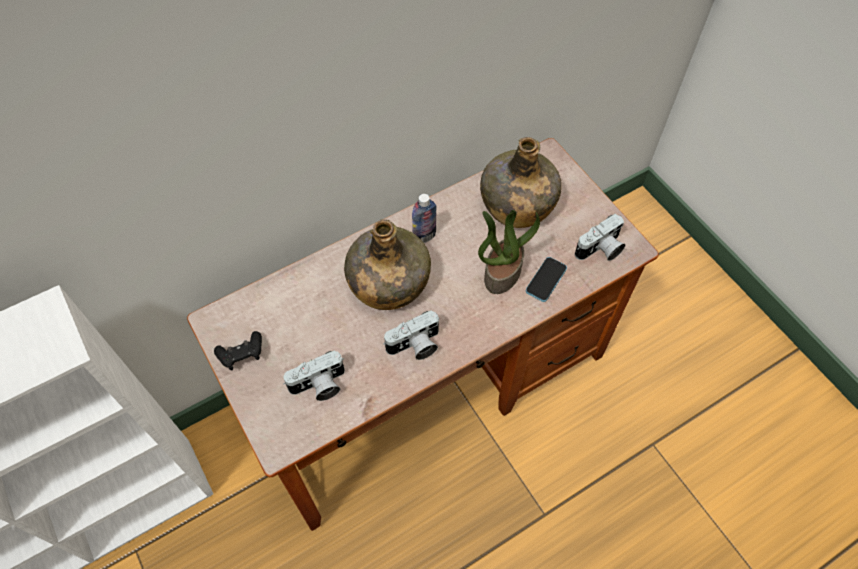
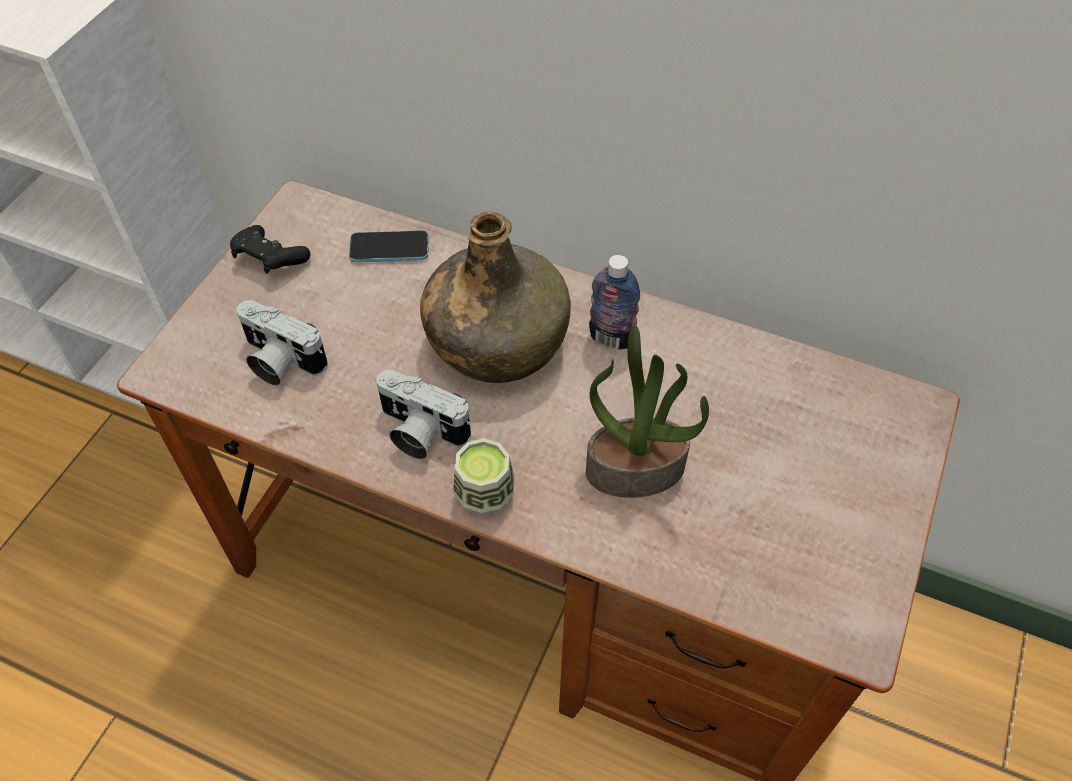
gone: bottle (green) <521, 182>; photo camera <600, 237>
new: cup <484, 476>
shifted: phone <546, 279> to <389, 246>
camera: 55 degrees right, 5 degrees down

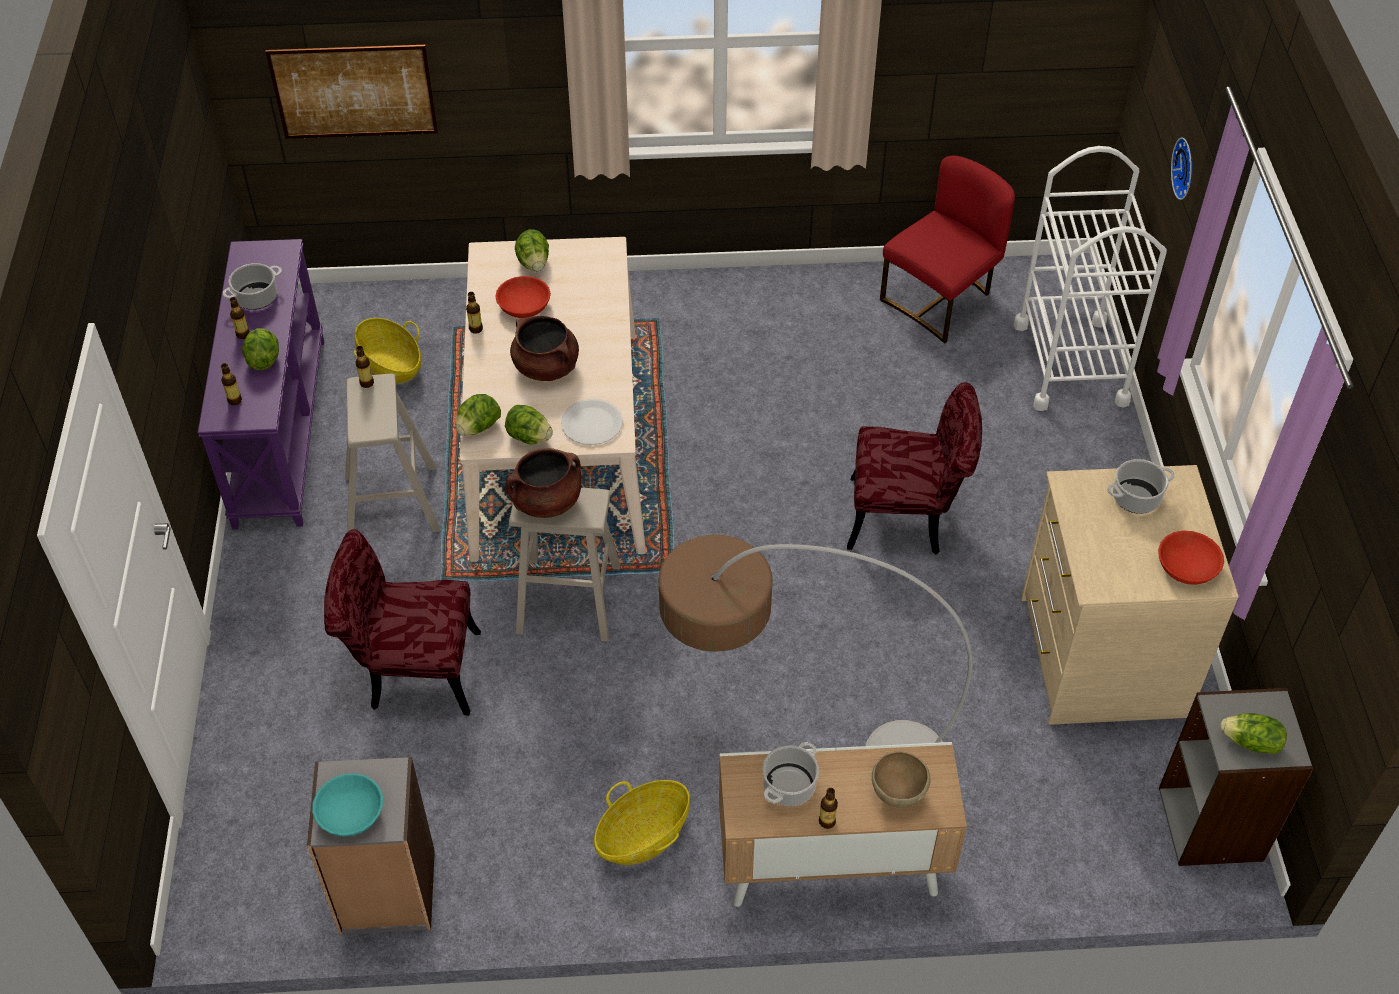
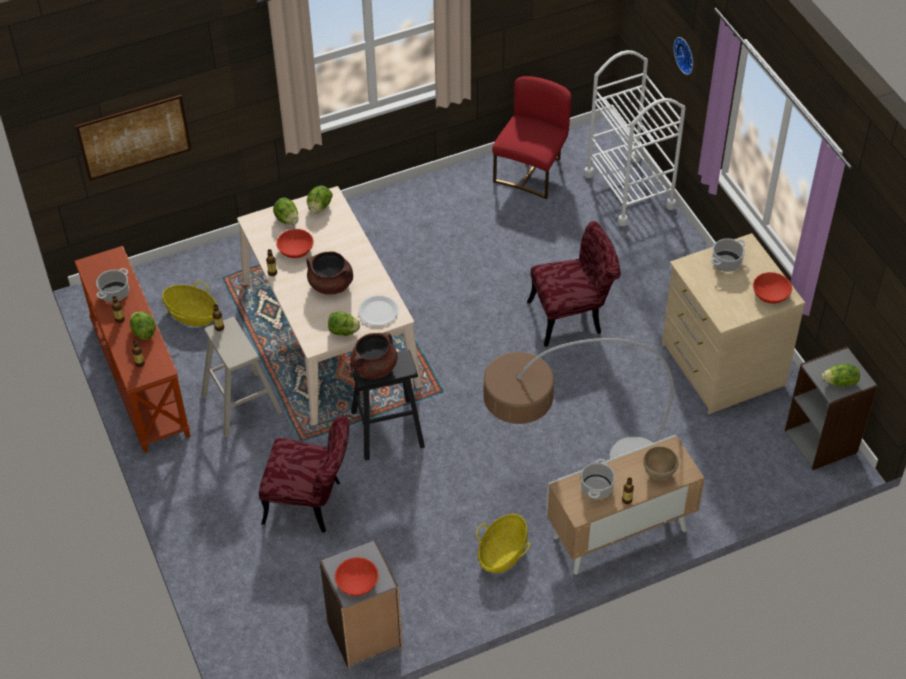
shifted: lettuce <478, 415> to <320, 200>
repainted: console table (purple) <261, 384> to console table (brown) <132, 349>; bowl (turquoise) <347, 805> to bowl (red) <357, 576>; stool (beige) <564, 564> to stool (black) <387, 405>
rotated: chair (red) <402, 622> = <304, 474> 150 degrees counterclockwise
camera: 20 degrees left, 0 degrees up

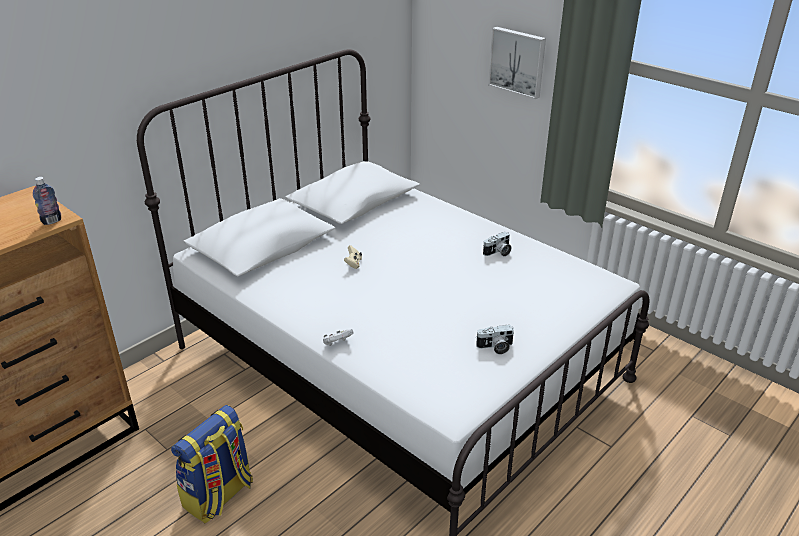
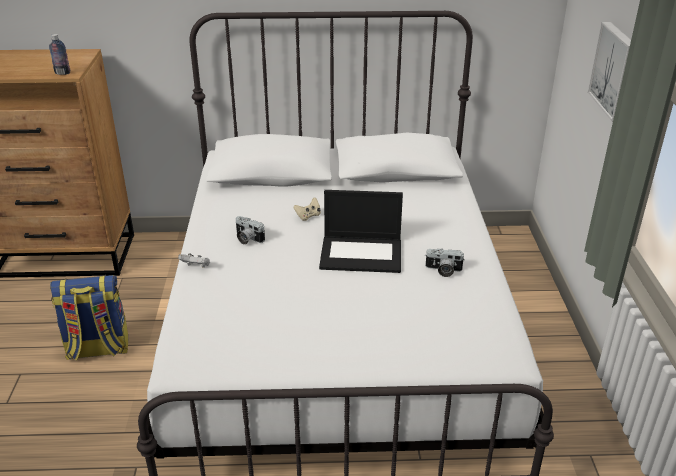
new: laptop <361, 231>
shifted: photo camera <495, 339> to <250, 230>
camera: 45 degrees right, 0 degrees up

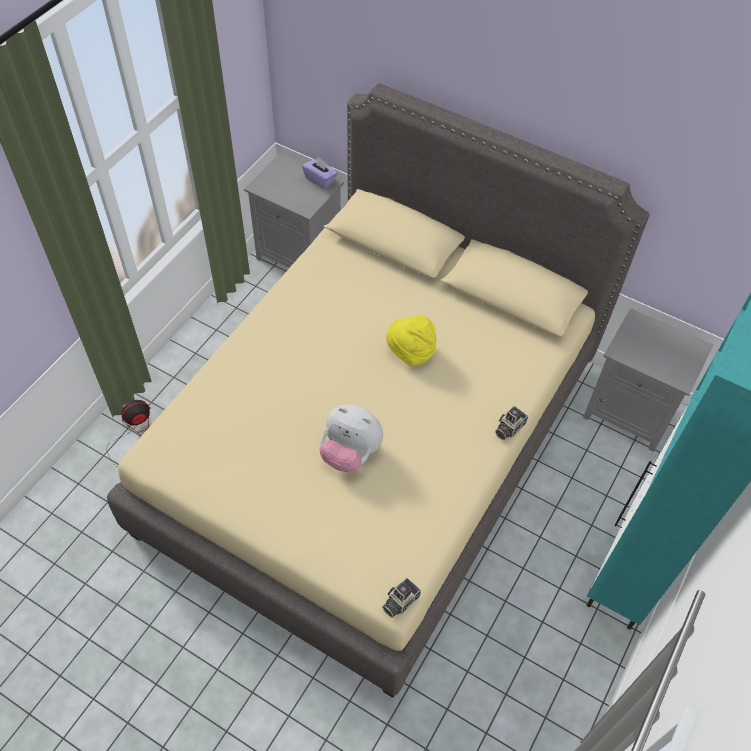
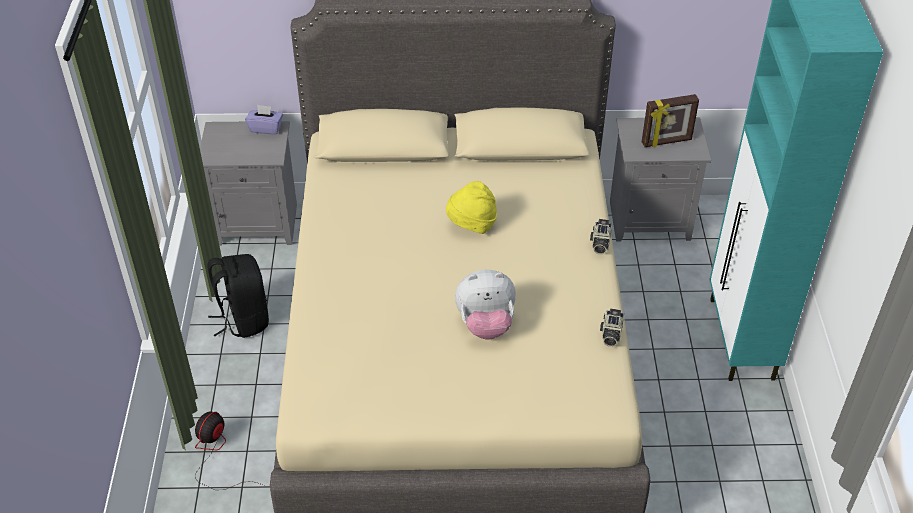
new: backpack (black) <238, 296>; picture frame <670, 120>
shifted: photo camera <401, 598> to <612, 327>
camera: 30 degrees left, 10 degrees down

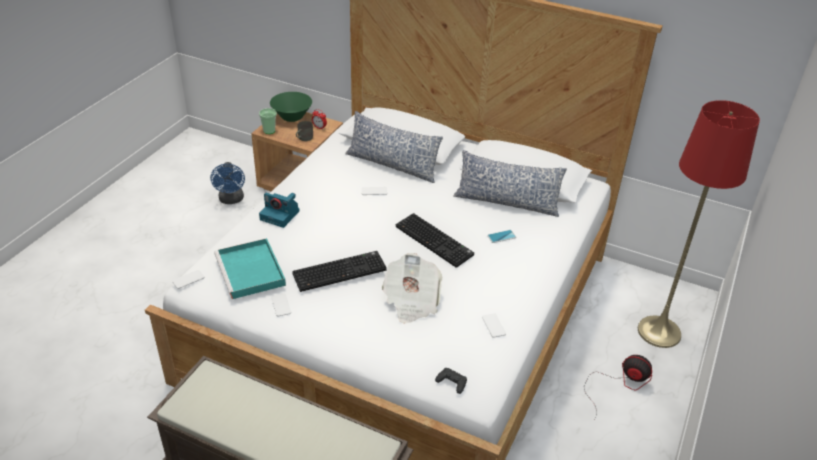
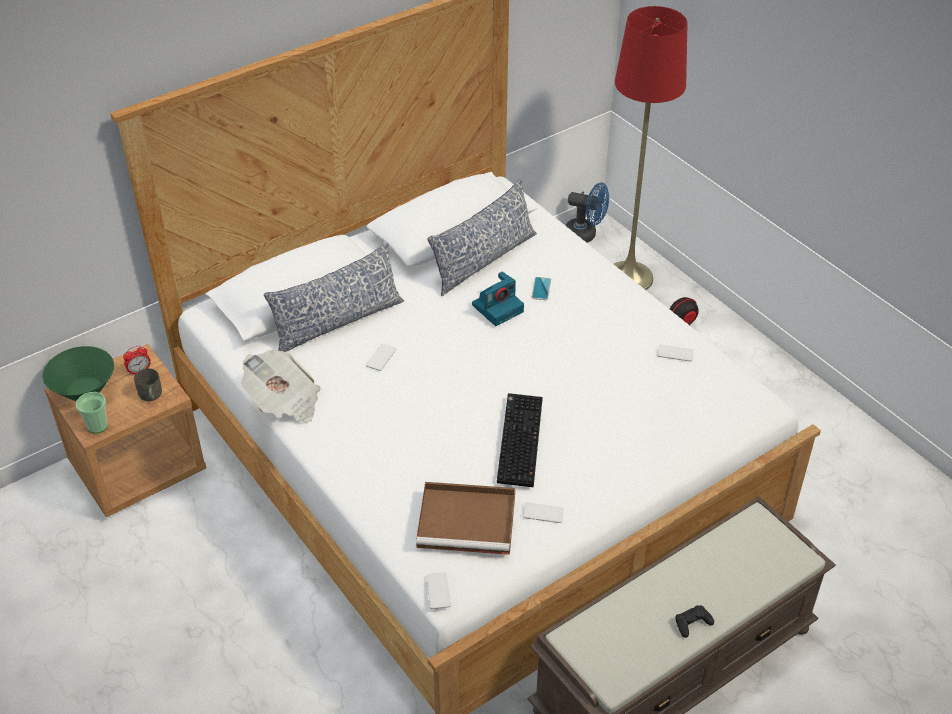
gone: keyboard <435, 240>
shifted: fan (blue) <227, 183> to <587, 213>; photo camera <279, 210> to <498, 299>; newspaper <412, 288> to <281, 386>; game controller (black) <451, 381> to <694, 621>
repainted: tray (turquoise) <250, 268> to tray (brown) <465, 518>
camera: 60 degrees left, 5 degrees up

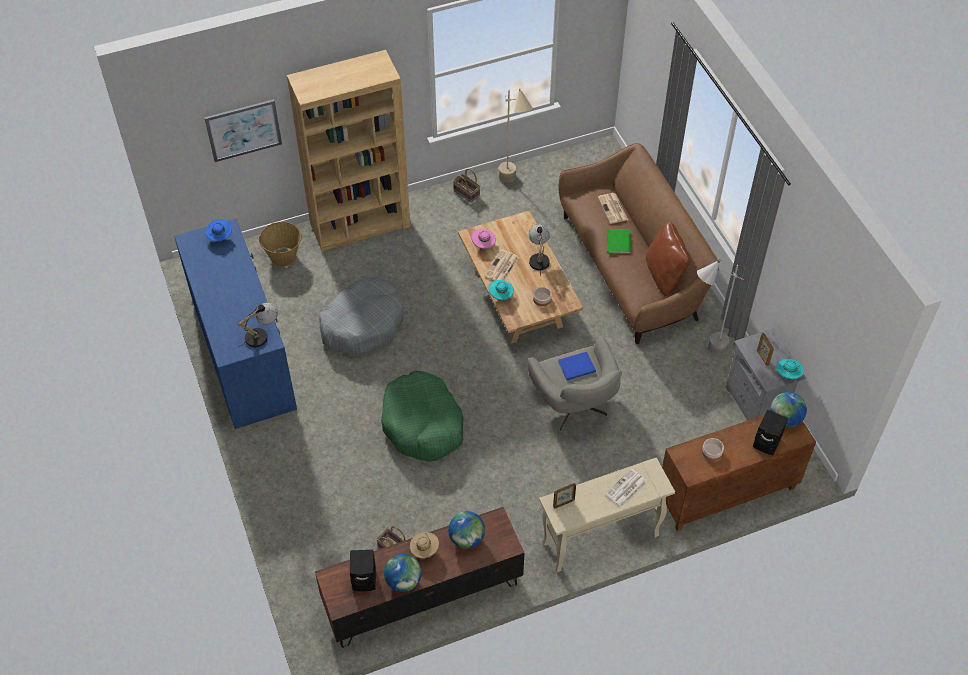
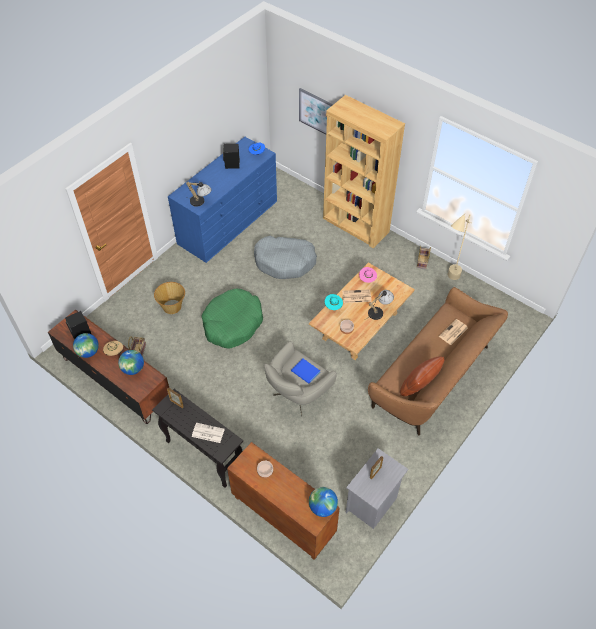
gone: book (green) <619, 241>; floor lamp (grey) <720, 307>; hat (turquoise) <790, 369>
shifted: basket <280, 244> to <169, 298>; speaker (black) <770, 432> to <231, 156>
repainted: console table (beige) <607, 515> to console table (black) <197, 438>
camera: 60 degrees right, 0 degrees up

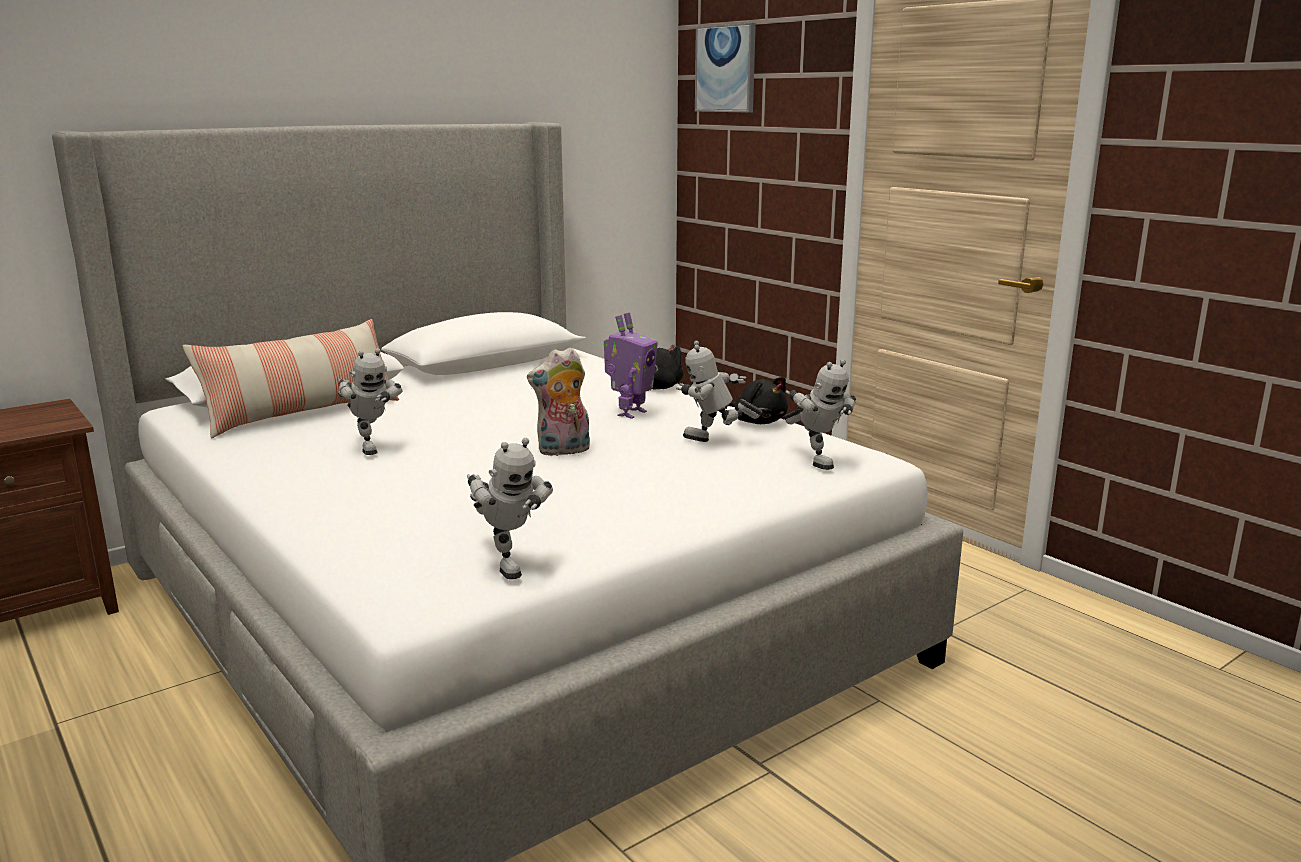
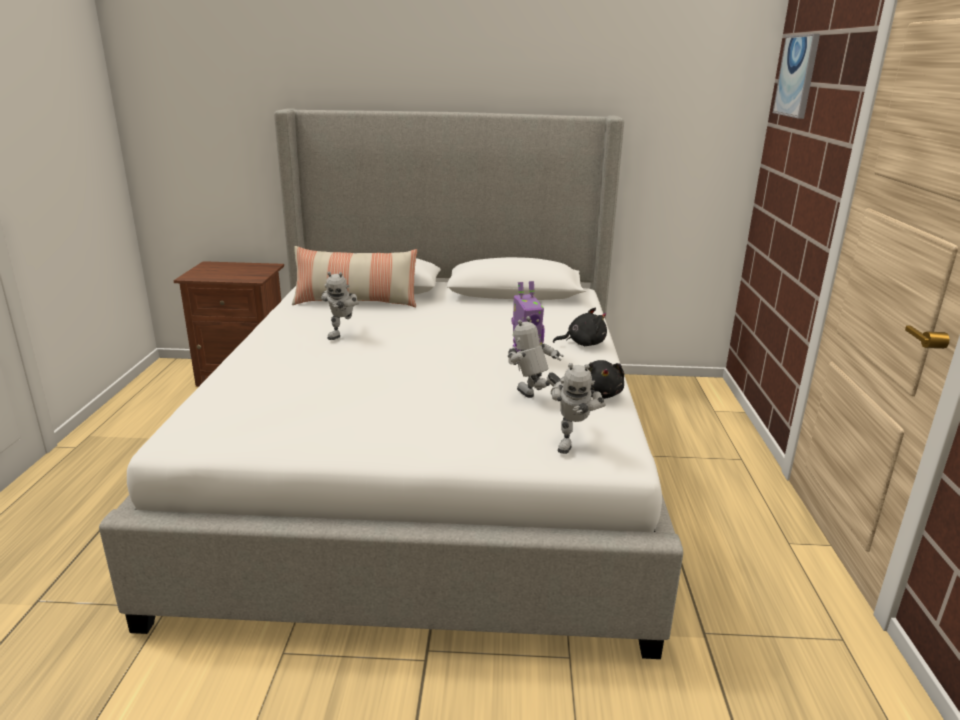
gone: toy robot <510, 508>; plush toy <558, 401>
camera: 40 degrees right, 5 degrees up

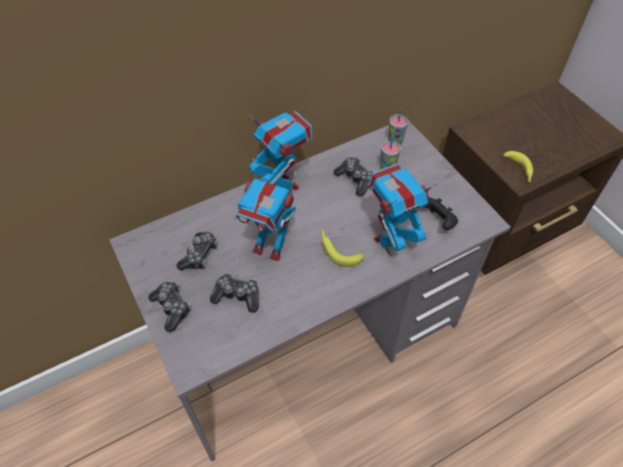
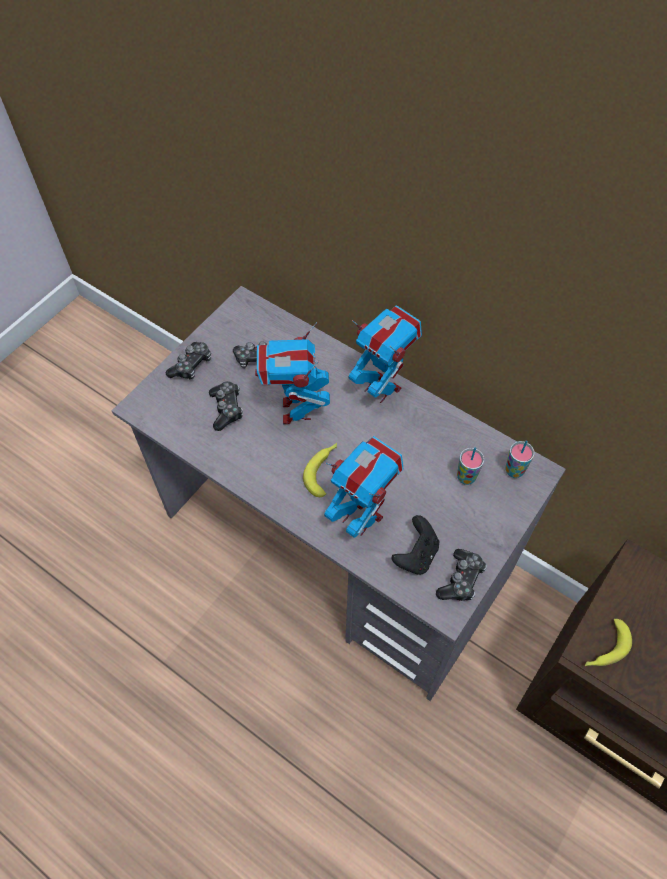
shifted: game controller <353, 176> to <461, 575>
rotated: toy robot <280, 150> = <385, 354> 75 degrees counterclockwise
camera: 65 degrees right, 5 degrees up

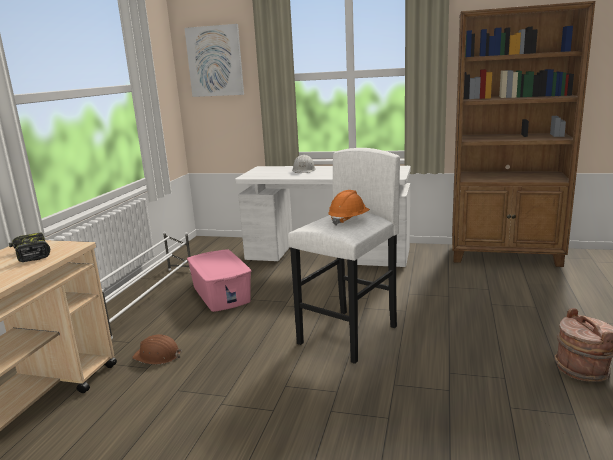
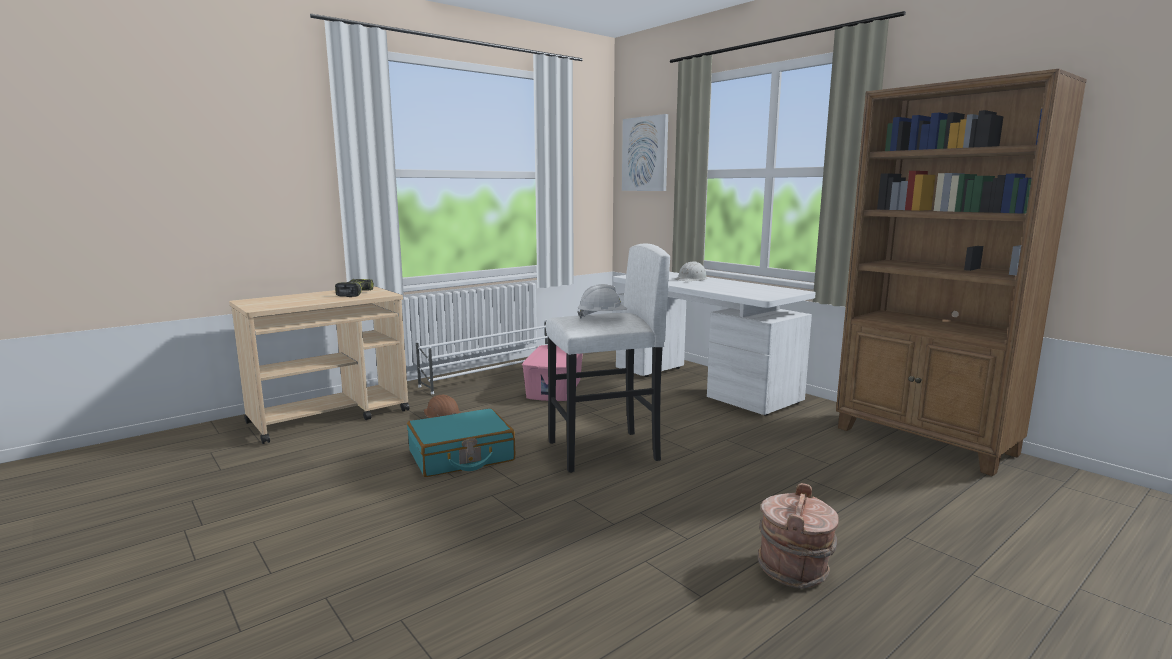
new: suitcase (turquoise) <461, 442>
repainted: hard hat (orange) <349, 207> to hard hat (white) <602, 301>
camera: 35 degrees right, 5 degrees down

